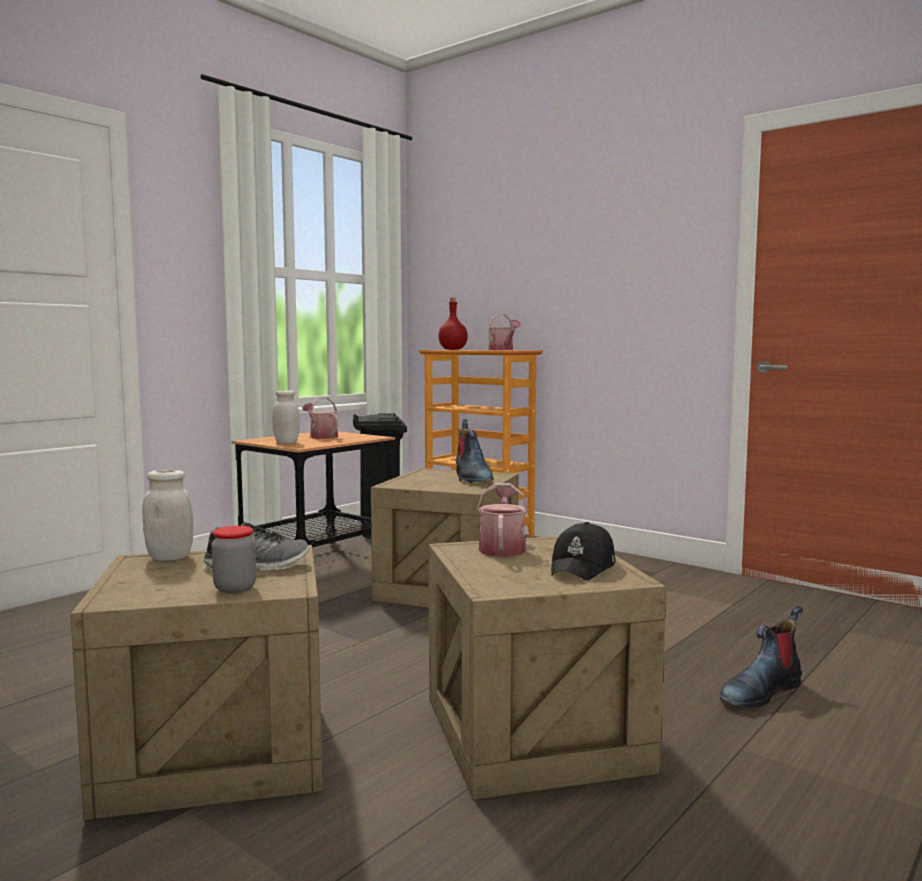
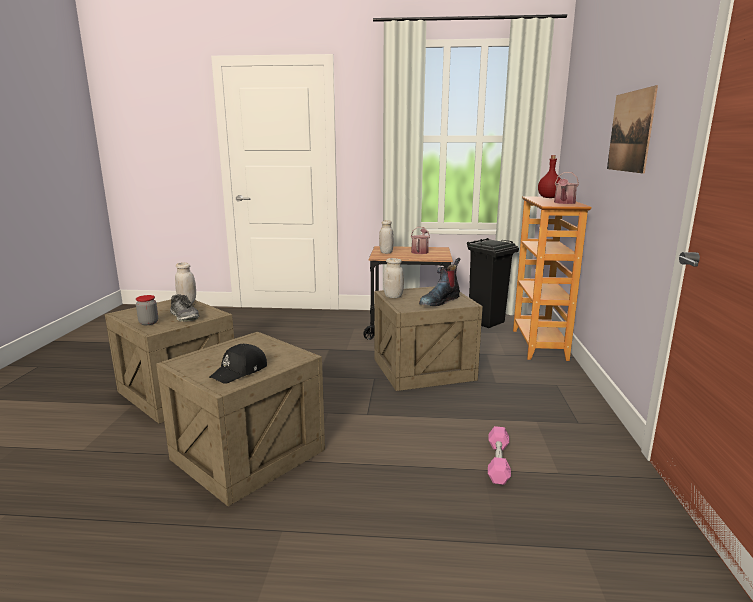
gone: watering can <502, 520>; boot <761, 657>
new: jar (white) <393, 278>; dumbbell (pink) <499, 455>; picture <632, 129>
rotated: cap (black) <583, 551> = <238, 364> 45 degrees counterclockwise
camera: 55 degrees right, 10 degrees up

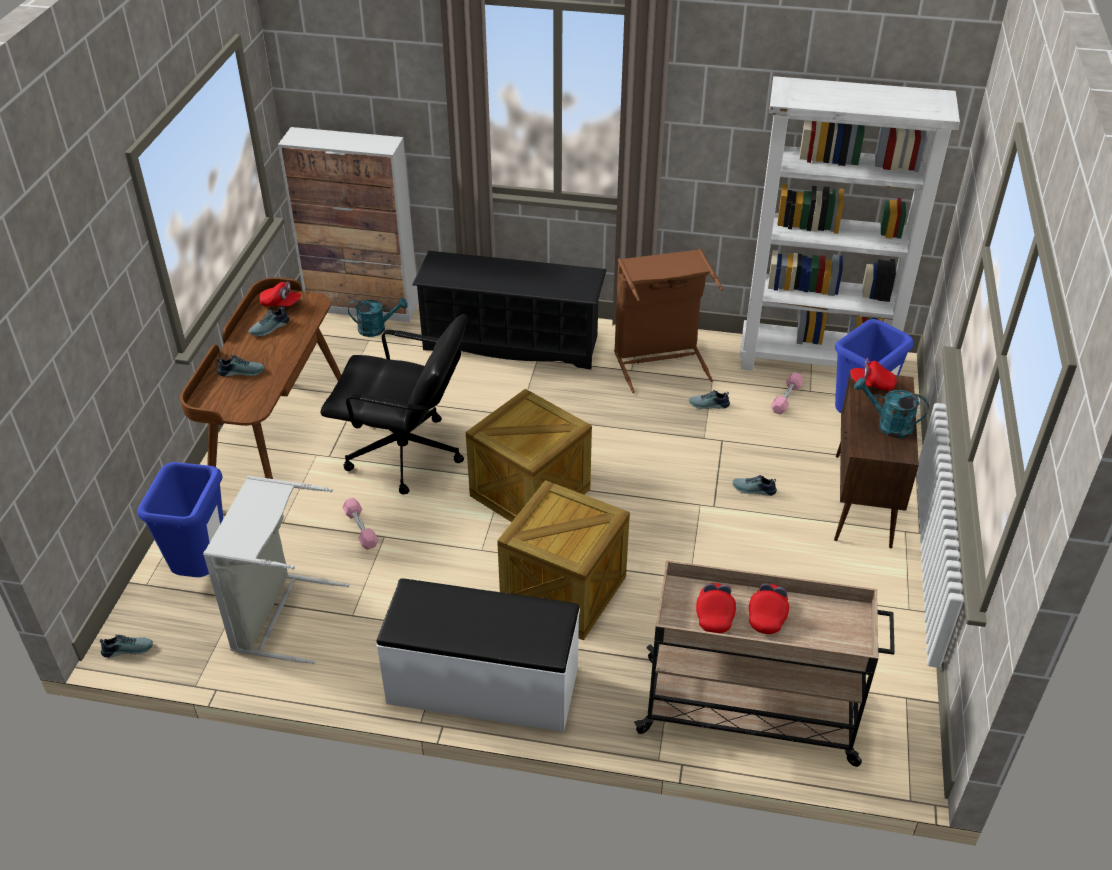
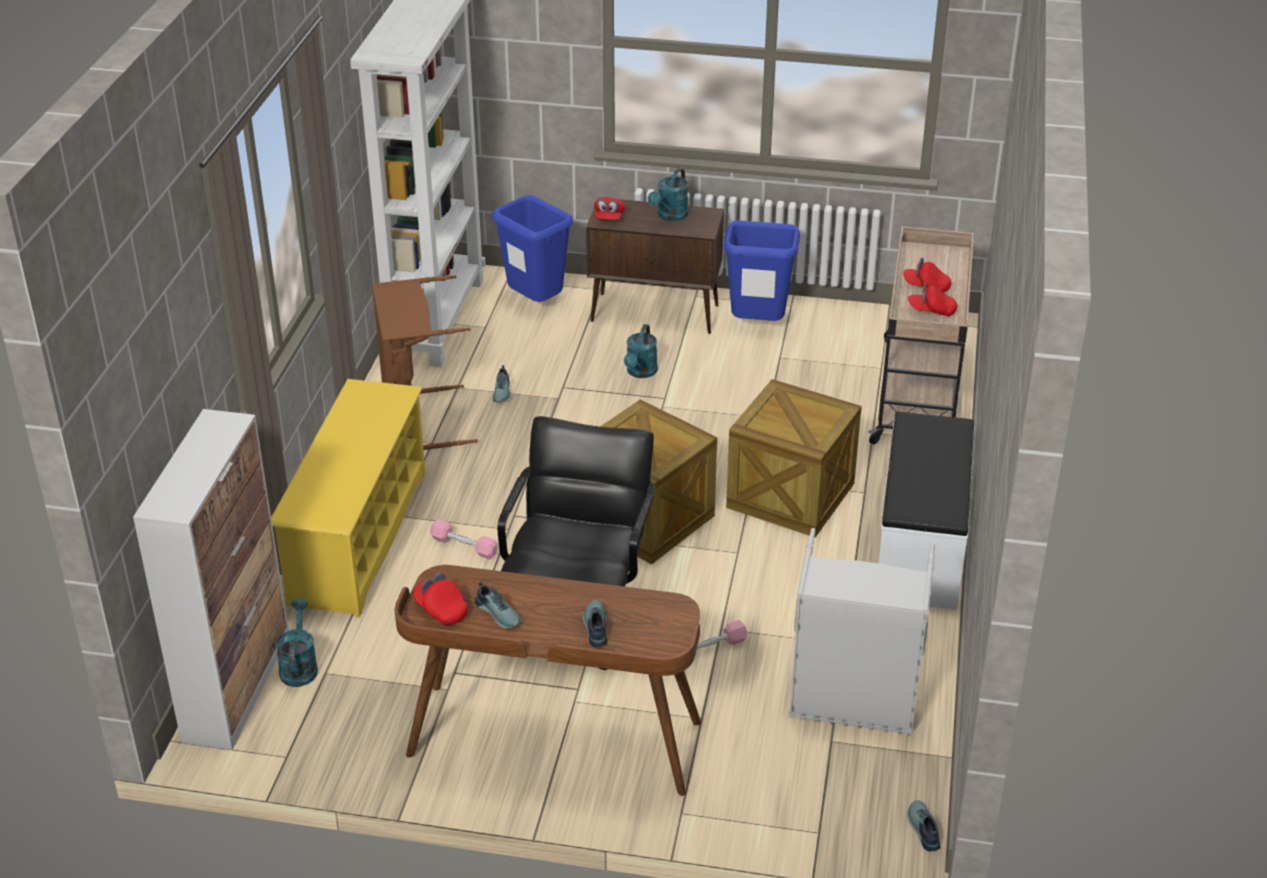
shifted: trash can (blue) <180, 519> to <762, 270>; dumbbell (pink) <787, 393> to <464, 539>
swapped: shoe <755, 485> to watering can (turquoise) <641, 351>
repainted: shoe rack (black) <509, 310> to shoe rack (yellow) <348, 498>
rotated: cap (red) <280, 294> = <441, 599> 60 degrees counterclockwise
camera: 90 degrees left, 5 degrees down

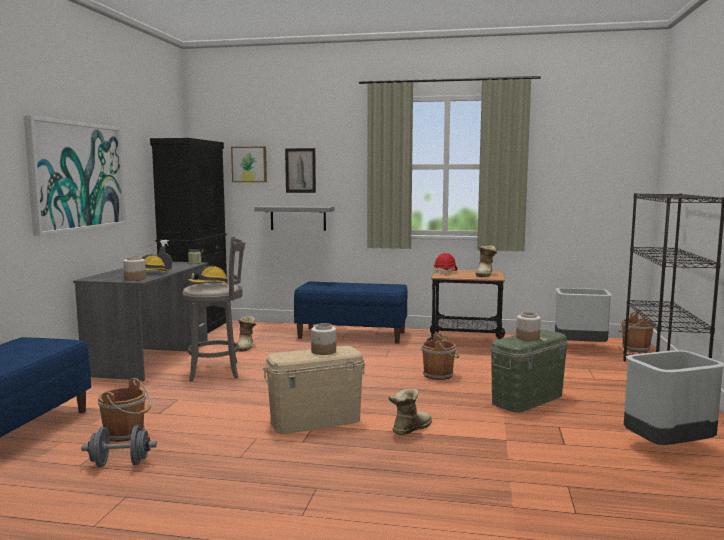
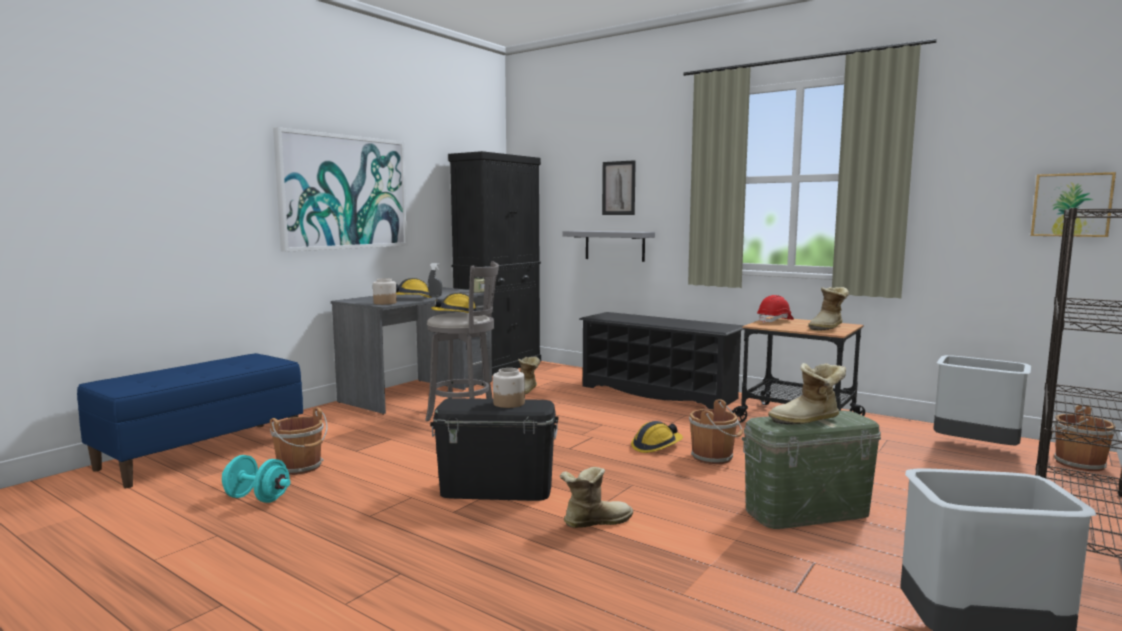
new: hard hat <657, 437>
shifted: picture <249, 164> to <1073, 204>
swapped: bench (blue) <351, 313> to shoe rack (black) <662, 360>; jar <528, 326> to boot <807, 393>
repainted: dumbbell (grey) <119, 446> to dumbbell (turquoise) <256, 479>; storage box (beige) <314, 390> to storage box (black) <494, 449>
camera: 25 degrees right, 0 degrees up

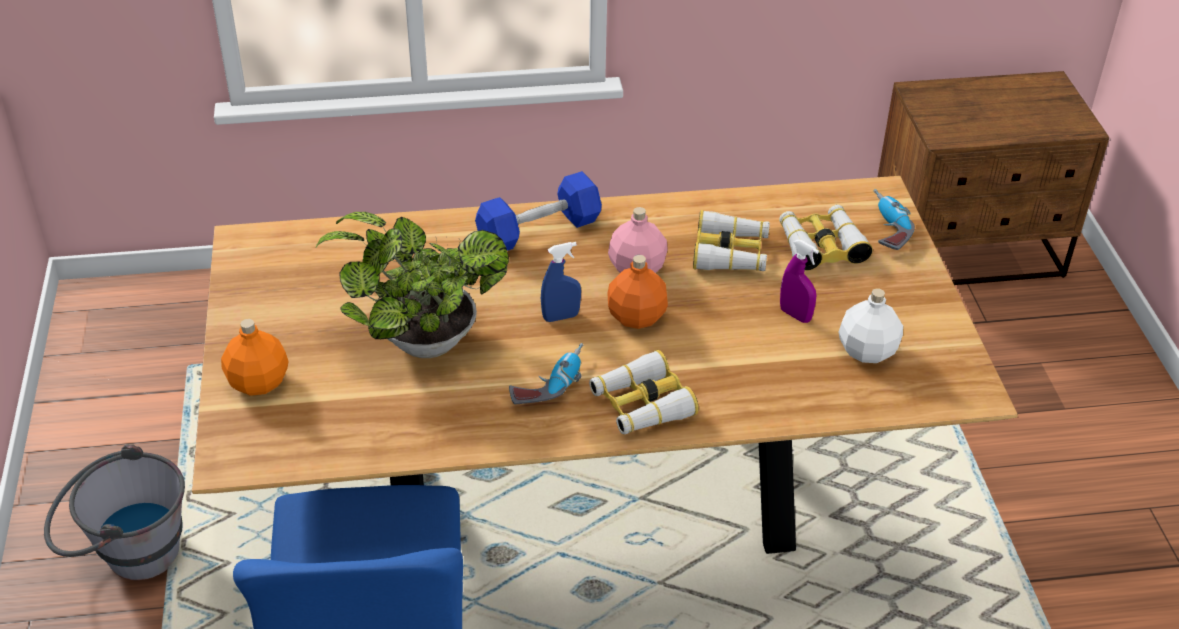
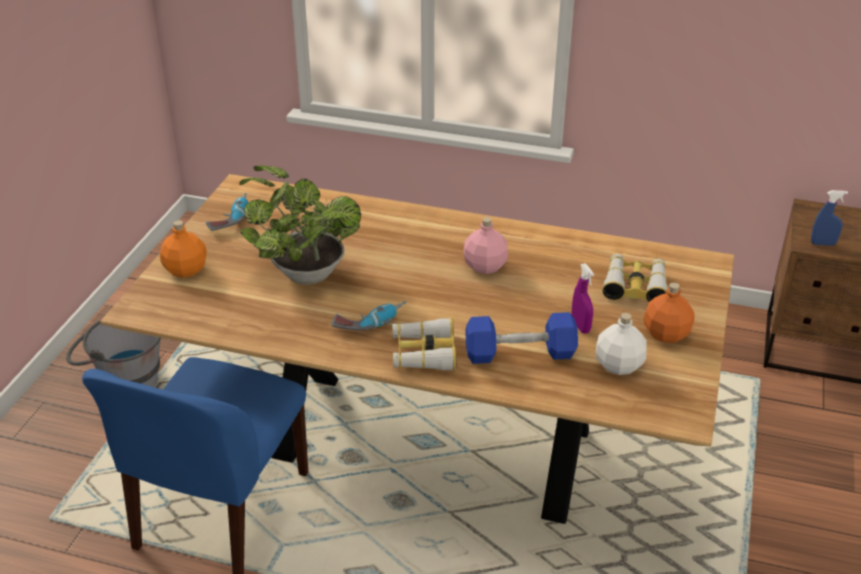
gone: binoculars <731, 240>
shifted: dumbbell (blue) <538, 211> to <521, 338>; spray bottle (blue) <561, 282> to <829, 218>; bottle (orange) <637, 292> to <669, 312>; power drill <894, 219> to <227, 212>
camera: 25 degrees right, 5 degrees down

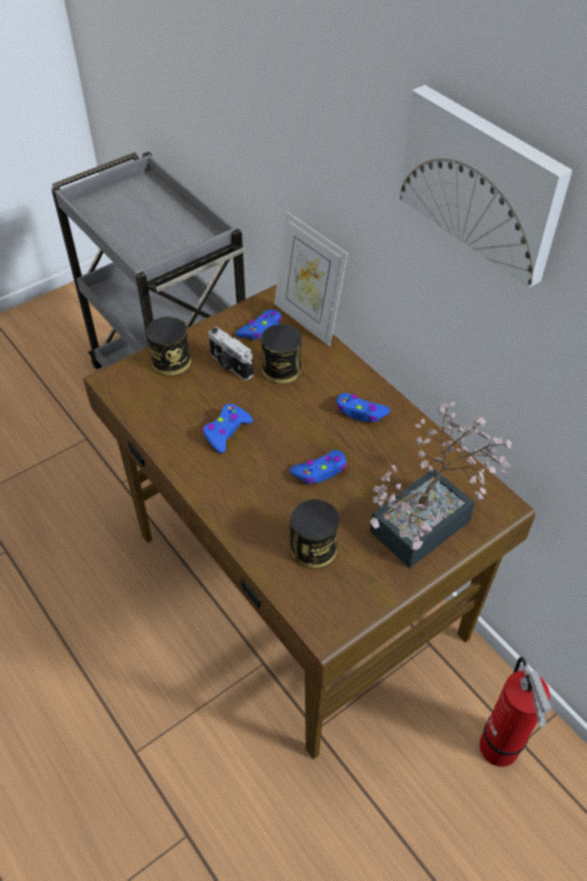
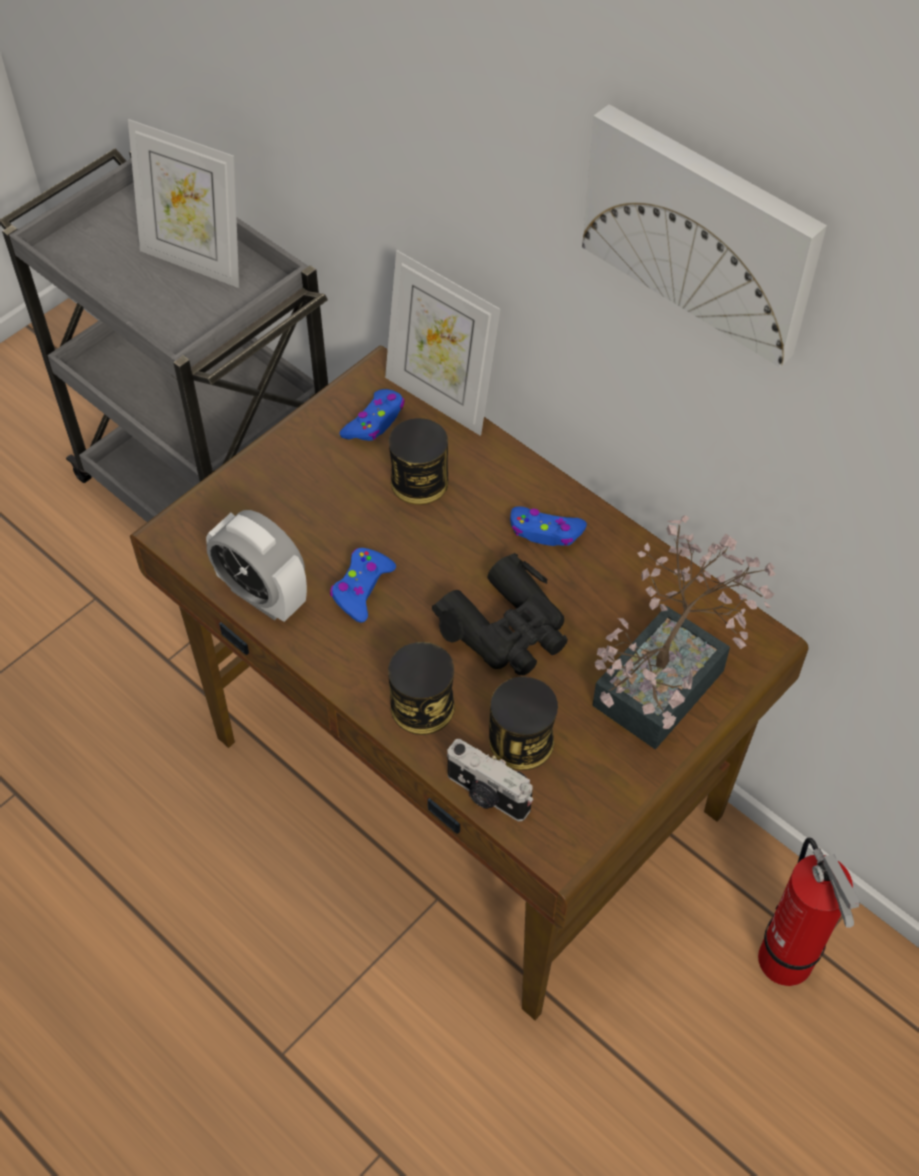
new: picture frame <183, 203>; alarm clock <256, 566>
shifted: can <168, 346> to <421, 688>; photo camera <231, 353> to <490, 780>
swapped: game controller (blue) <318, 467> to binoculars (black) <500, 614>
camera: 10 degrees left, 5 degrees up

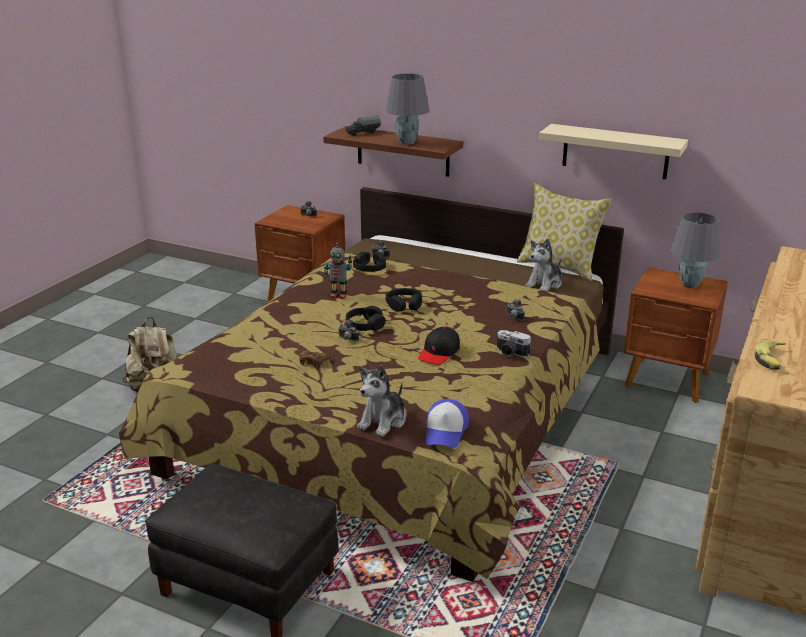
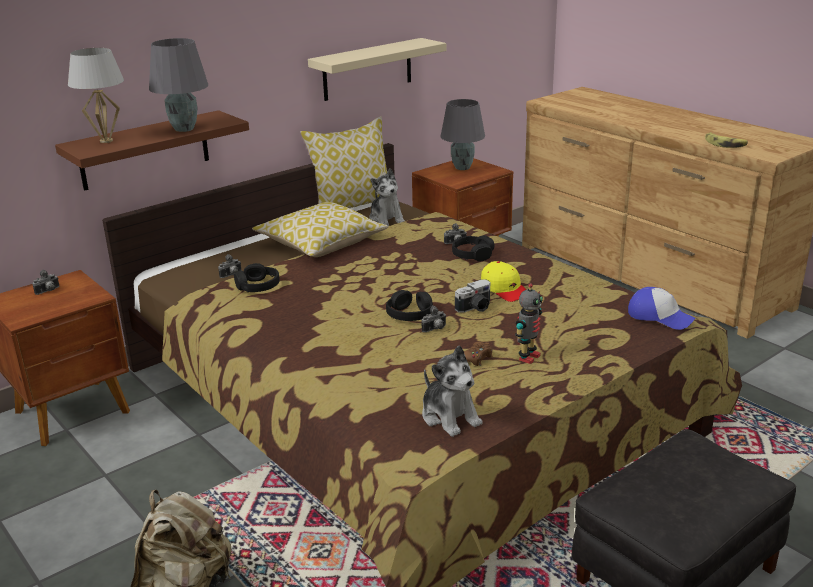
new: pillow <320, 229>
shifted: toy robot <338, 270> to <529, 323>; plush toy <381, 401> to <452, 391>; headphones (black) <404, 299> to <473, 248>; photo camera <514, 343> to <473, 296>
swapped: toy truck <362, 125> to table lamp (white) <96, 95>
repainted: cap (black) <439, 346> to cap (yellow) <503, 281>
camera: 65 degrees left, 0 degrees up

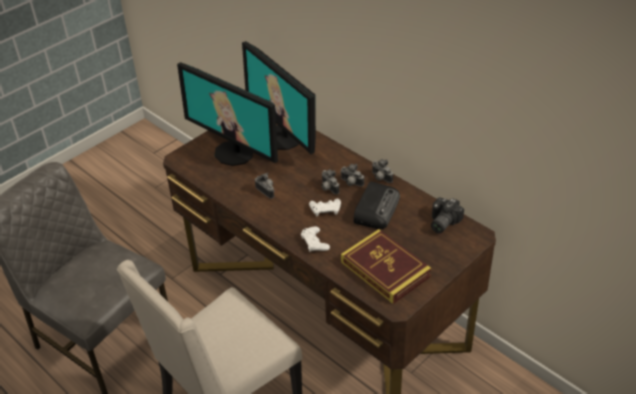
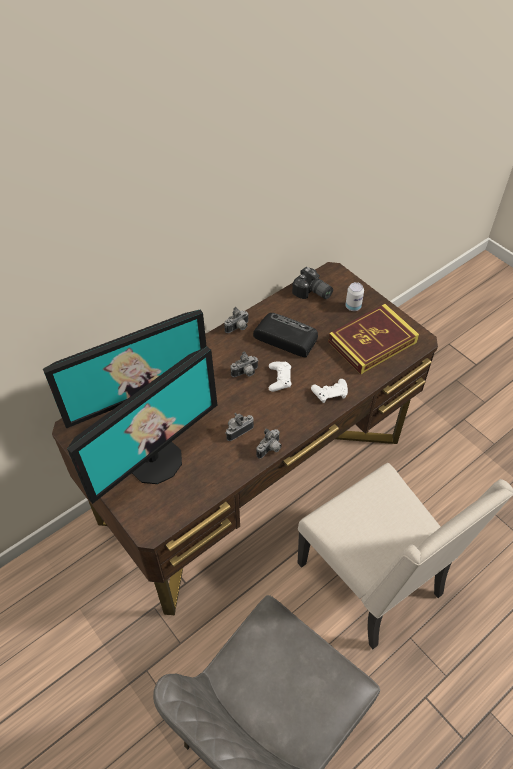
new: can <354, 296>
shifted: photo camera <352, 175> to <269, 443>
camera: 85 degrees left, 10 degrees up

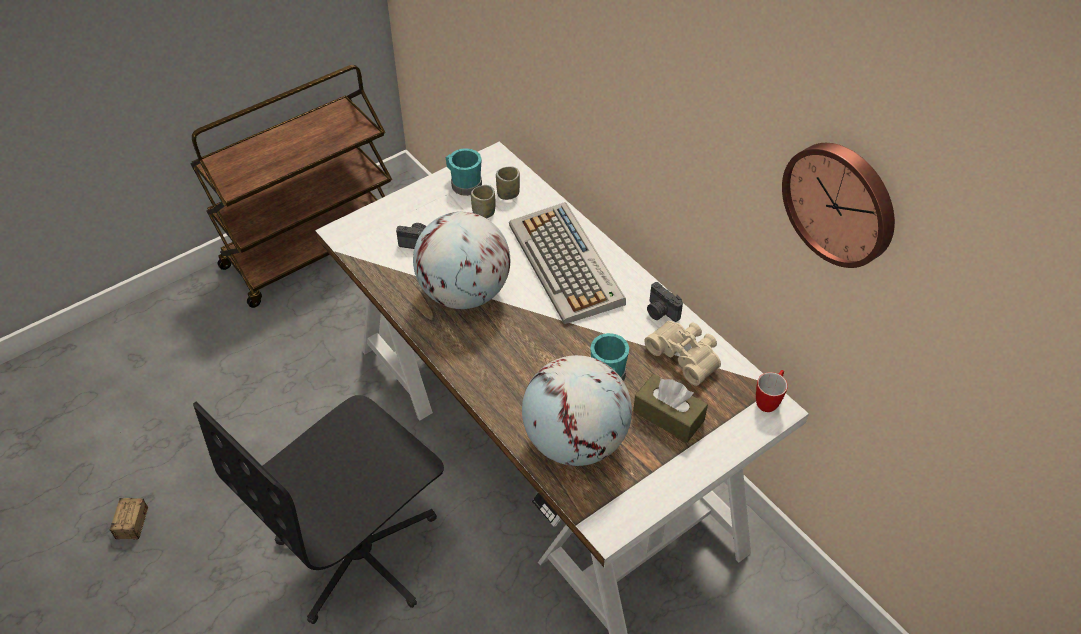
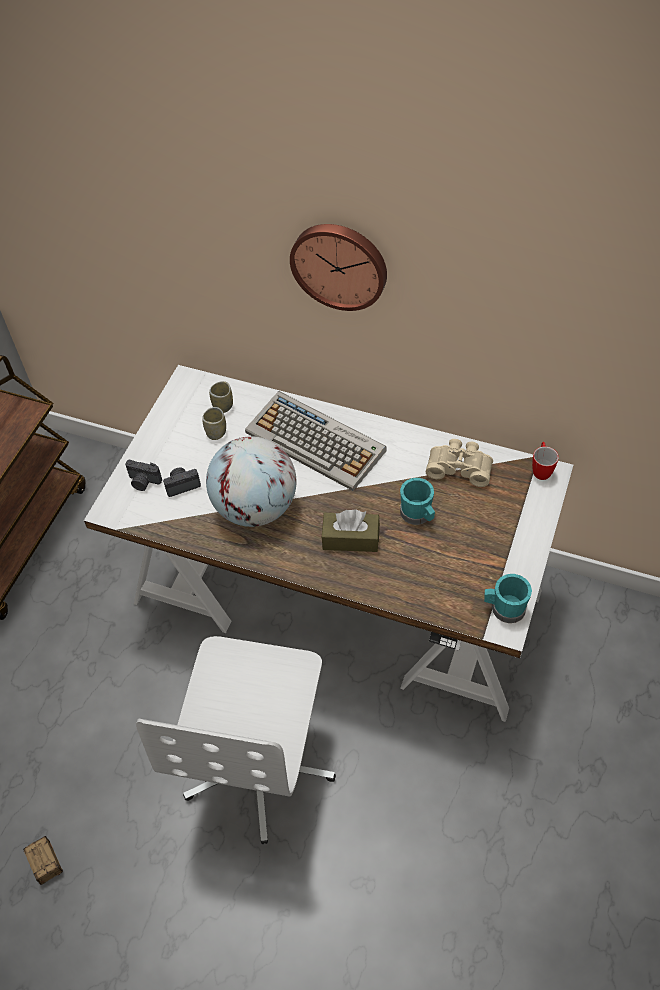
gone: globe <577, 410>
shifted: mug (turquoise) <464, 172> to <508, 598>; tissue box (brown) <670, 408> to <350, 530>; photo camera <665, 302> to <143, 475>; wall clock <838, 205> to <338, 267>
repainted: office chair (black) <318, 509> to office chair (white) <236, 740>
camera: 30 degrees left, 5 degrees up

